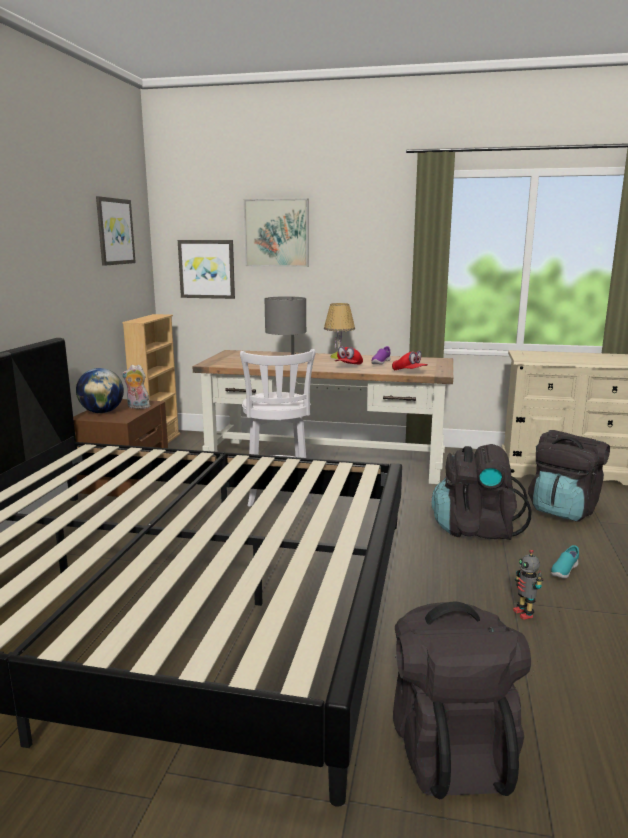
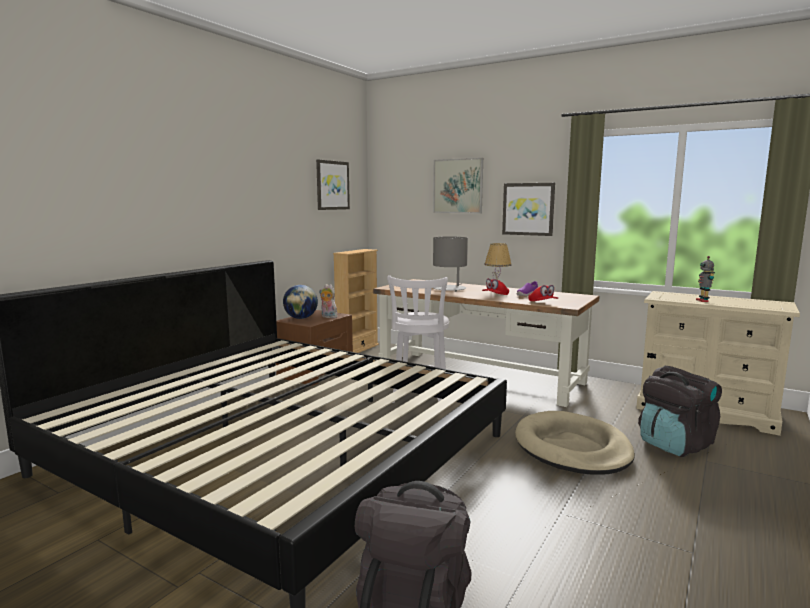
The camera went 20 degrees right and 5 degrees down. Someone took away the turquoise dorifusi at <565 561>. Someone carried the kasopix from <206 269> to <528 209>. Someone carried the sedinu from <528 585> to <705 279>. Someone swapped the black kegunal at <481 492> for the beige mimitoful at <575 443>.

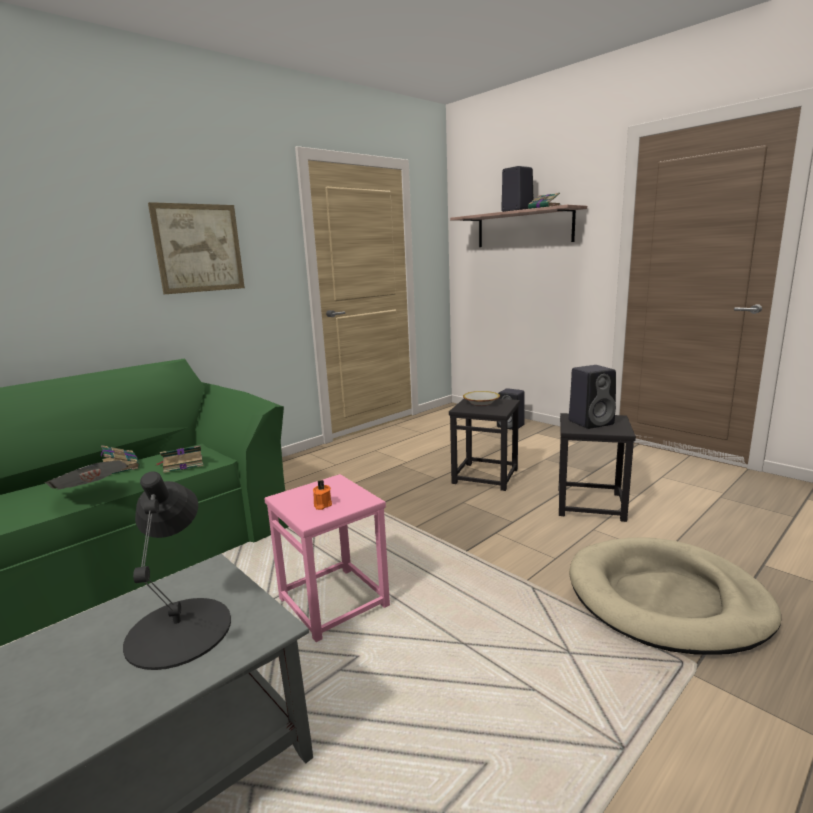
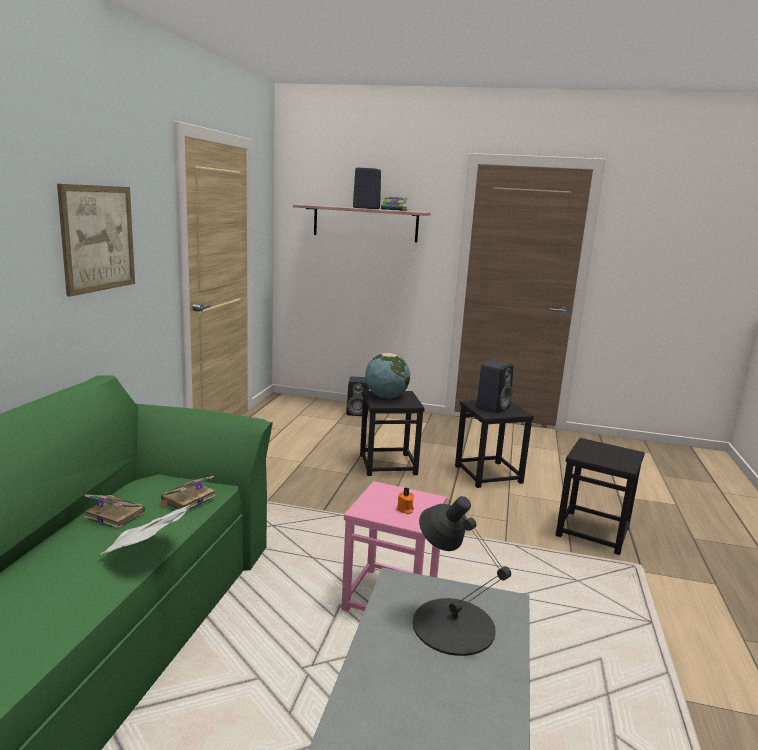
The camera went 35 degrees left and 0 degrees up. Someone swapped the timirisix at <481 398> for the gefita at <387 375>. Someone swapped the beige mimitoful at <675 596> for the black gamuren at <600 496>.

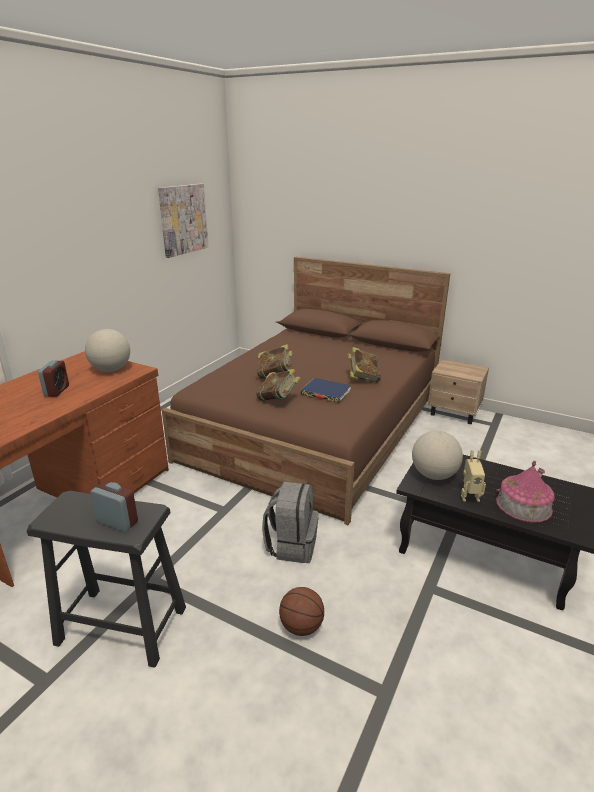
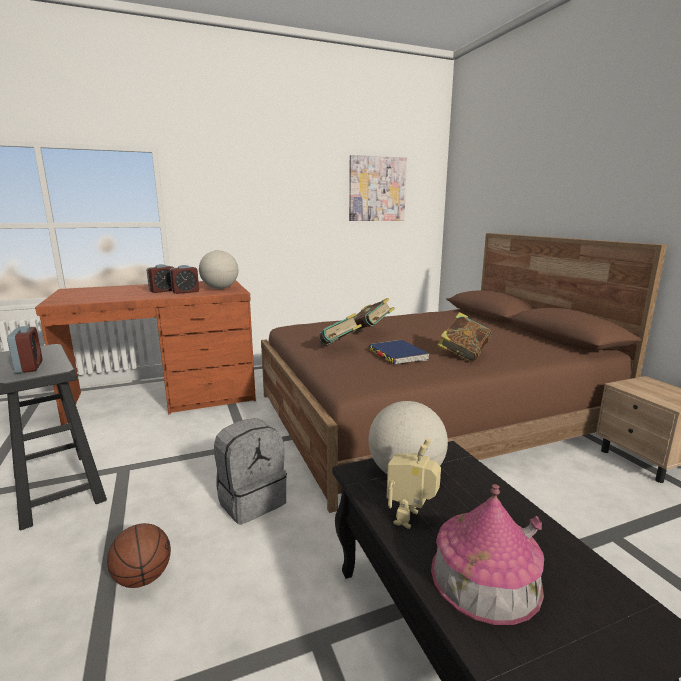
The camera went 40 degrees right and 10 degrees down. Someone put down the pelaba at <184 279>. Someone rotated the sedinu at <473 476> by 75 degrees clockwise.

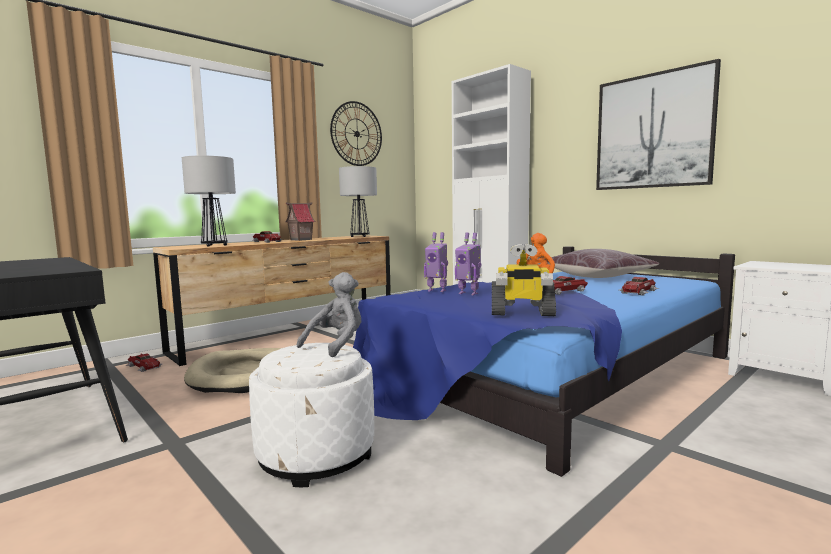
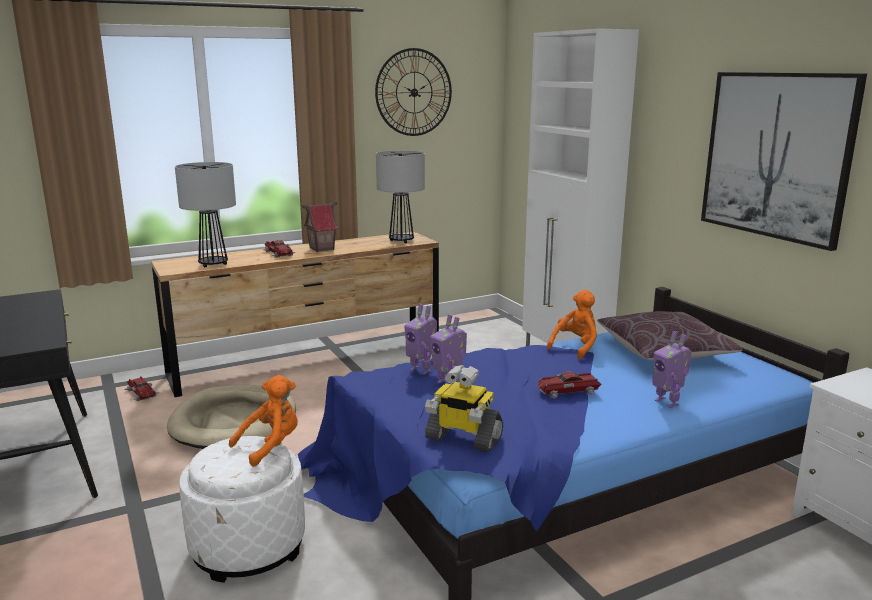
The camera went 15 degrees right and 10 degrees up. Someone swapped the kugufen at <639 286> for the sedinu at <671 369>. Someone repainted the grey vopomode at <329 314>, which became the orange vopomode at <263 421>.

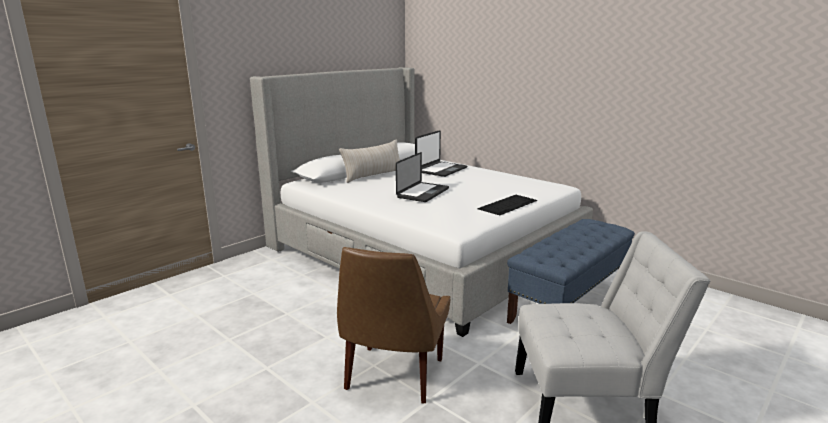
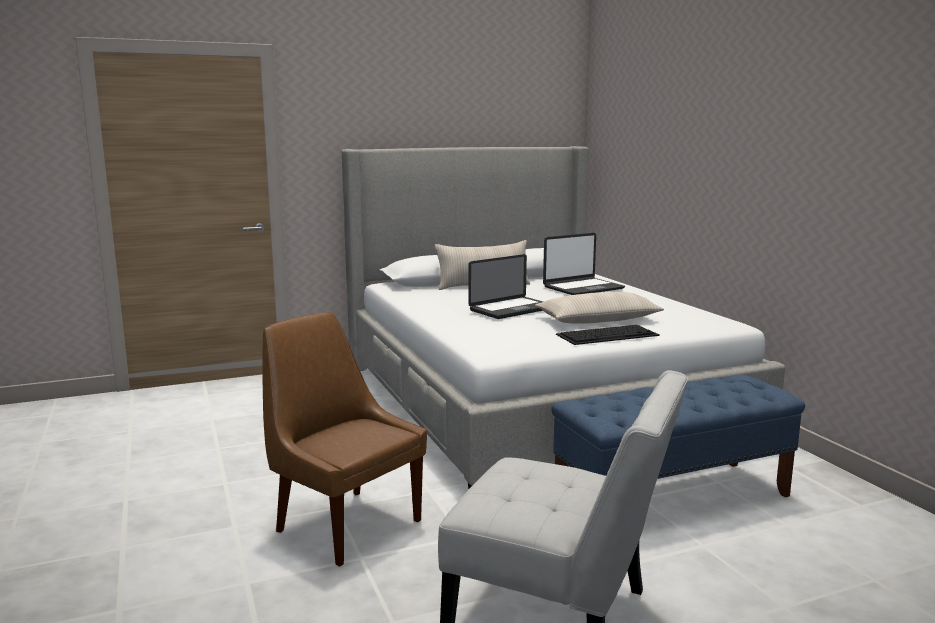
The camera went 25 degrees right and 5 degrees down. Someone put down the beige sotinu at <599 308>. Someone rotated the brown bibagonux at <394 325> by 90 degrees clockwise.

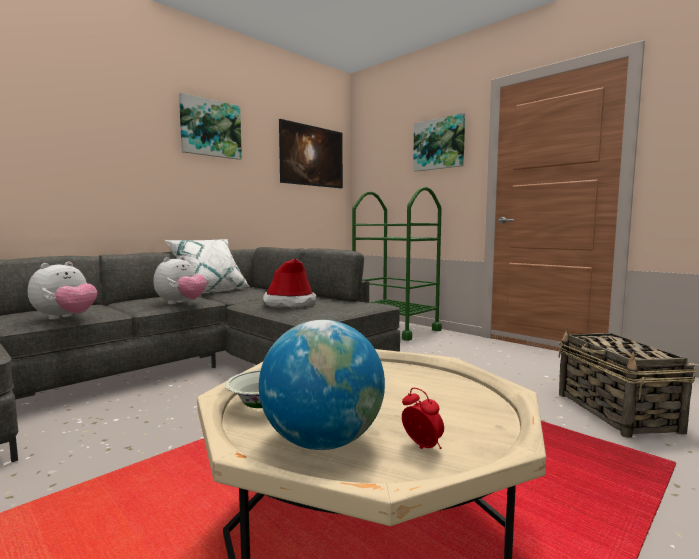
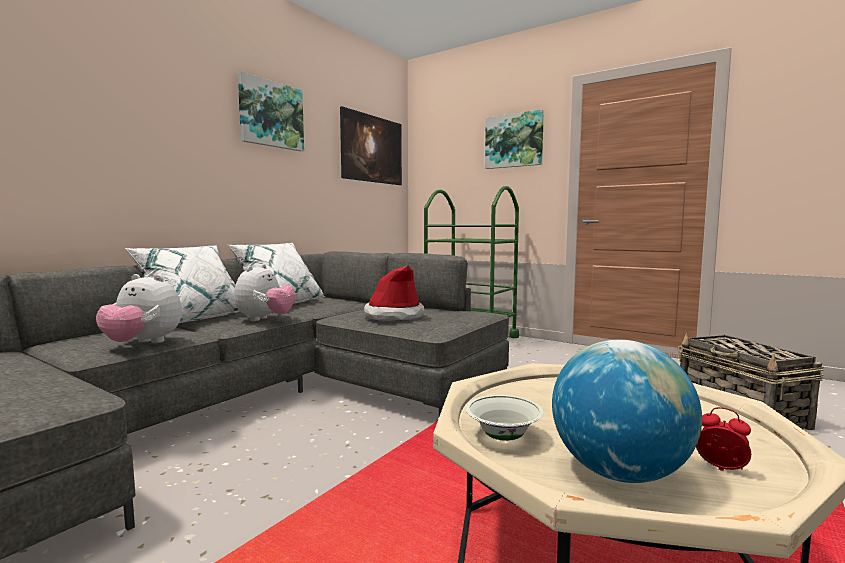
The camera went 10 degrees left and 0 degrees up. Someone put down the white sotinu at <182 284>. Someone rotated the vopomode at <63 290> by 90 degrees clockwise.

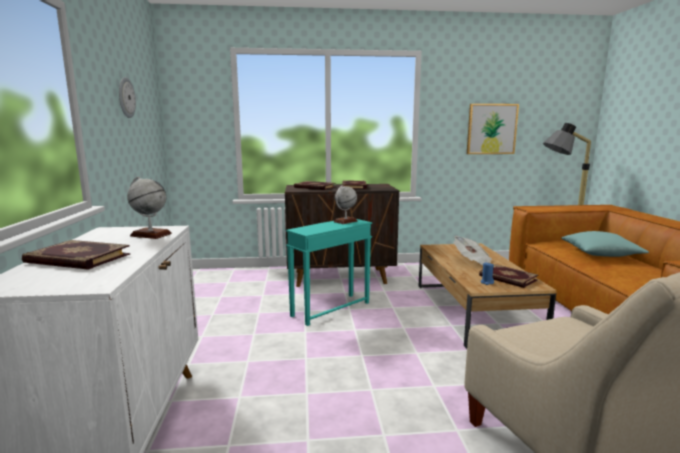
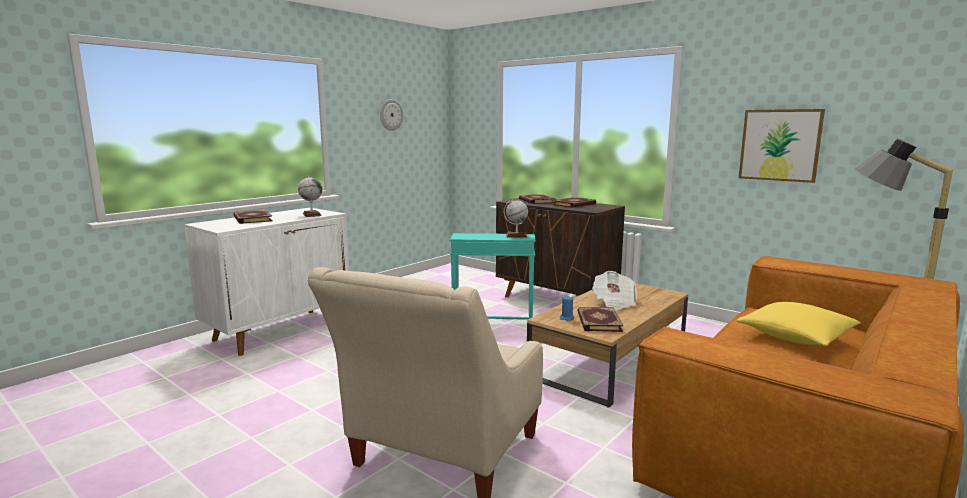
The camera went 45 degrees right and 0 degrees up. Someone repainted the turquoise sotinu at <605 244>, which became the yellow sotinu at <798 324>.

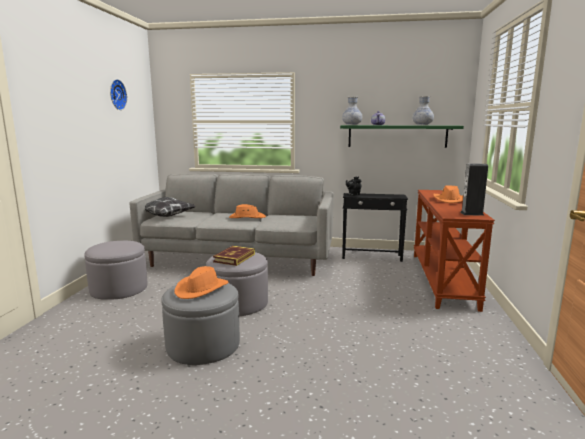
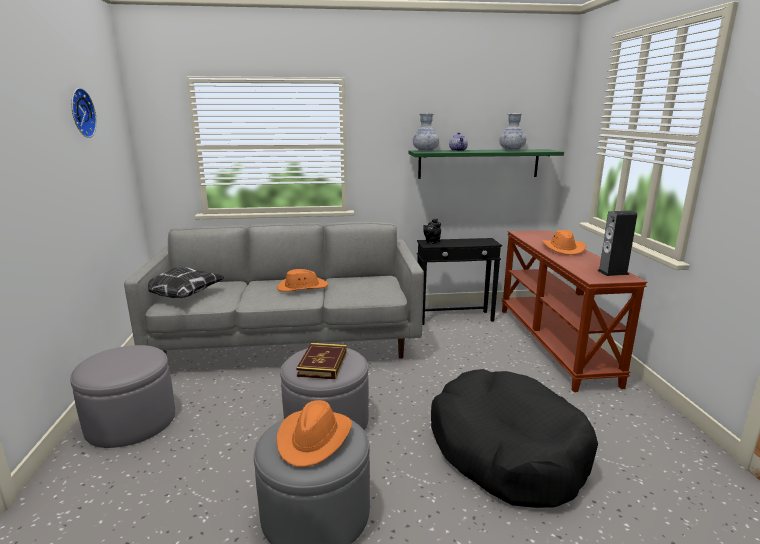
The camera went 15 degrees left and 5 degrees up. Someone put down the black mimitoful at <514 438>.

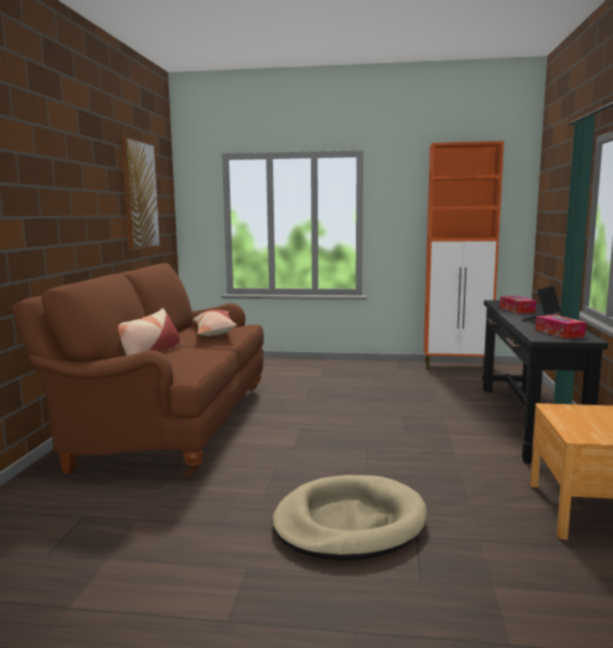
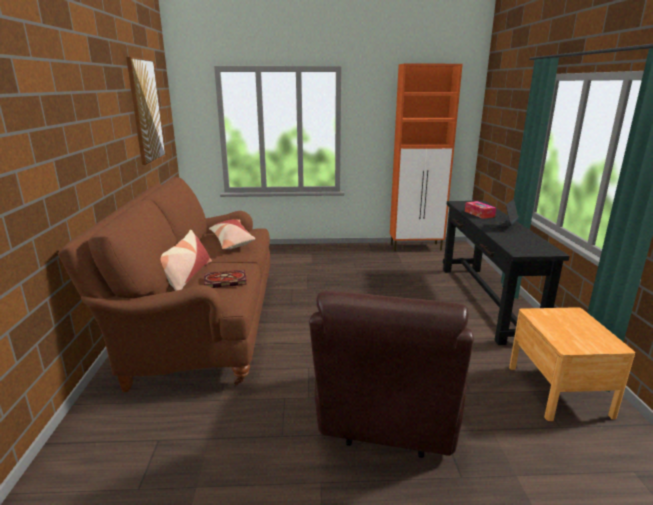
The camera went 10 degrees left and 10 degrees up. Someone took away the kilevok at <561 327>. Someone put down the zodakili at <225 279>. Someone swapped the beige mimitoful at <350 517> for the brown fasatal at <391 374>.

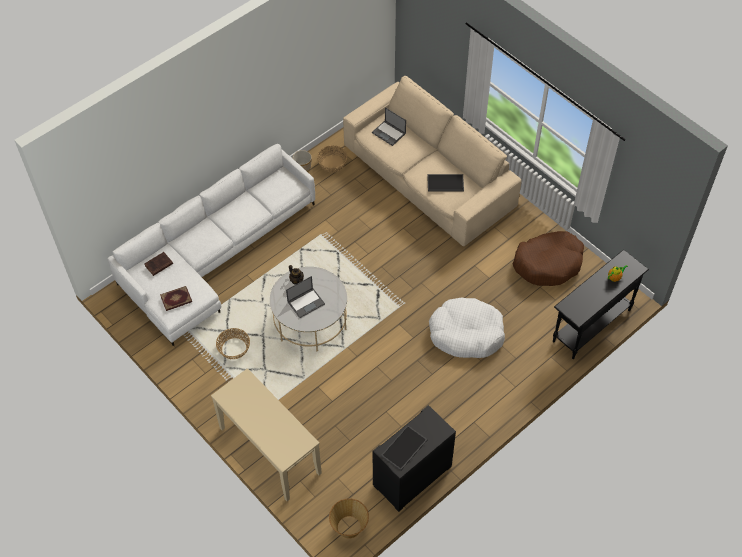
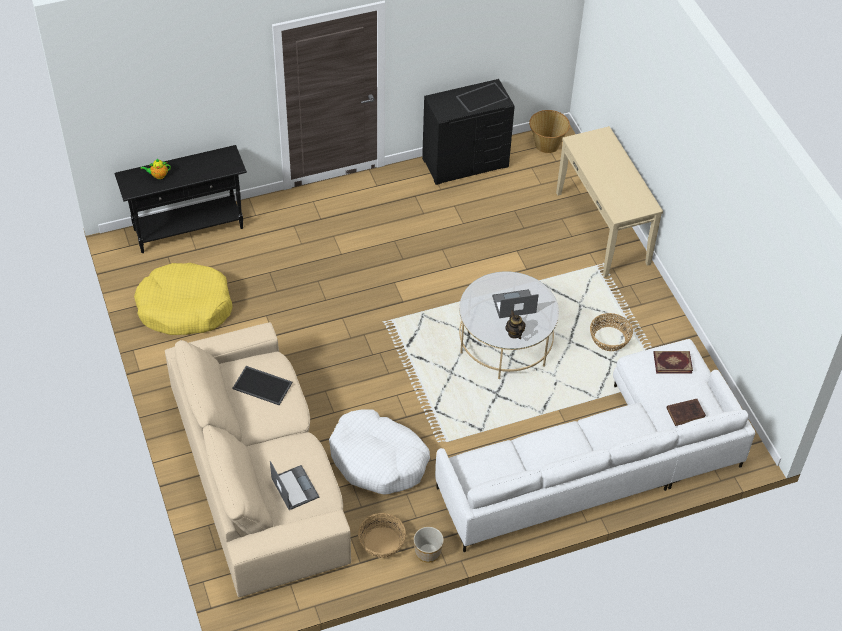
The camera went 160 degrees left and 5 degrees down. Someone carried the white mimitoful from <467 327> to <379 452>. Someone repainted the brown mimitoful at <548 258>, which became the yellow mimitoful at <183 299>.

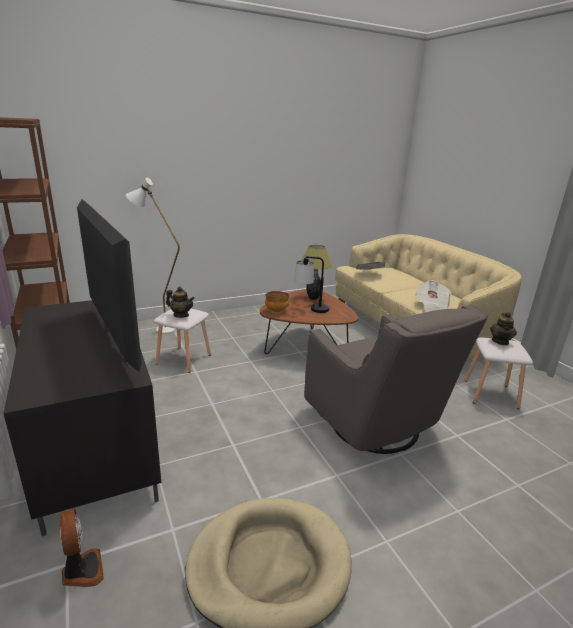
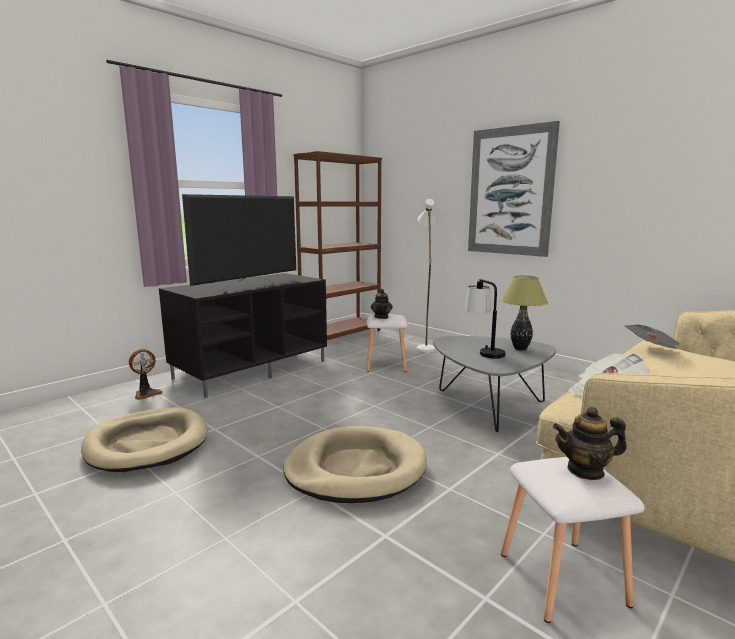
The camera went 70 degrees right and 10 degrees down. Someone took away the timirisix at <277 301>. Someone put up the kasopix at <514 189>. Someone swapped the grey fasatal at <396 379> for the beige mimitoful at <355 464>. Someone repainted the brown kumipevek at <309 321>, which became the grey kumipevek at <494 384>.

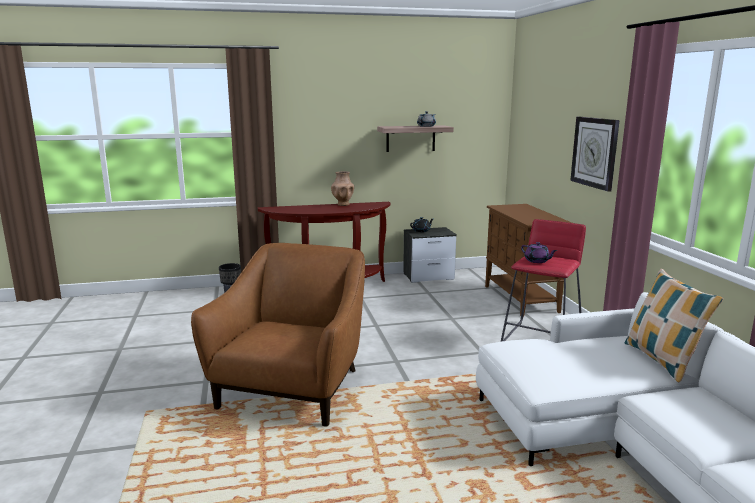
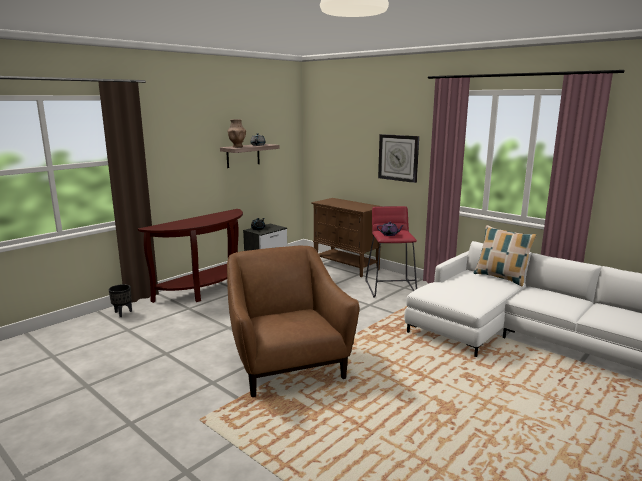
The camera went 35 degrees left and 0 degrees up. Someone carried the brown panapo from <342 188> to <237 133>.

